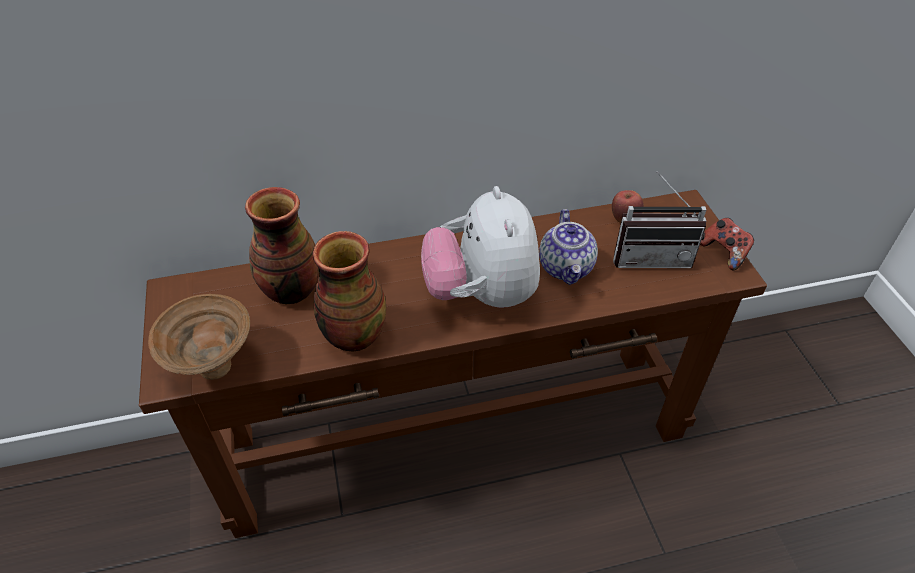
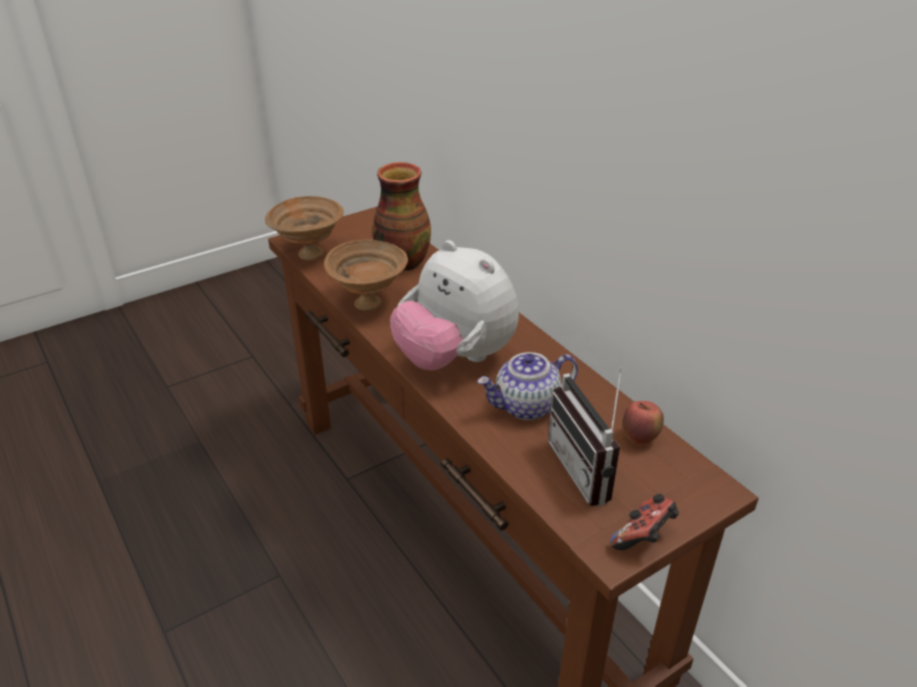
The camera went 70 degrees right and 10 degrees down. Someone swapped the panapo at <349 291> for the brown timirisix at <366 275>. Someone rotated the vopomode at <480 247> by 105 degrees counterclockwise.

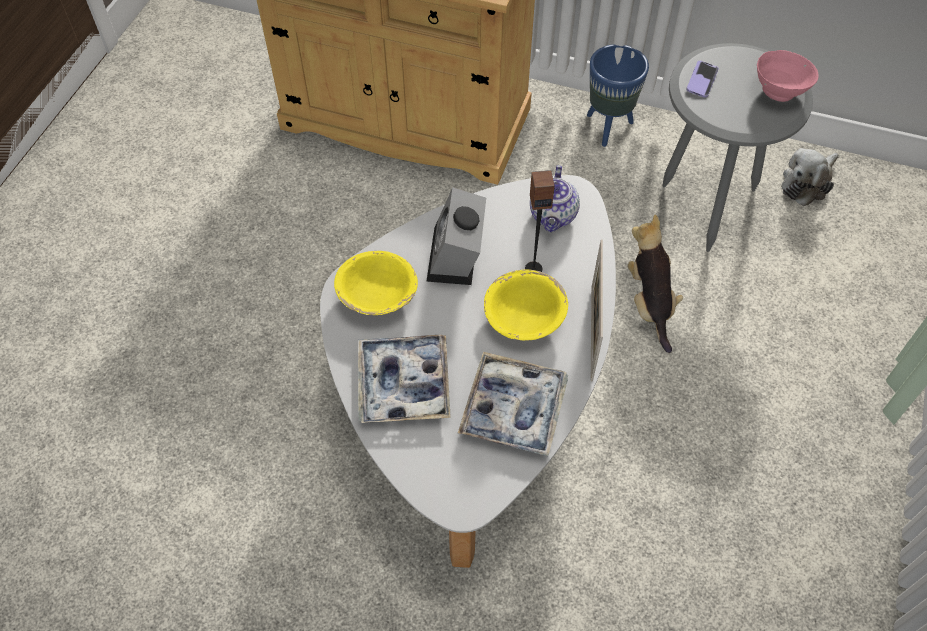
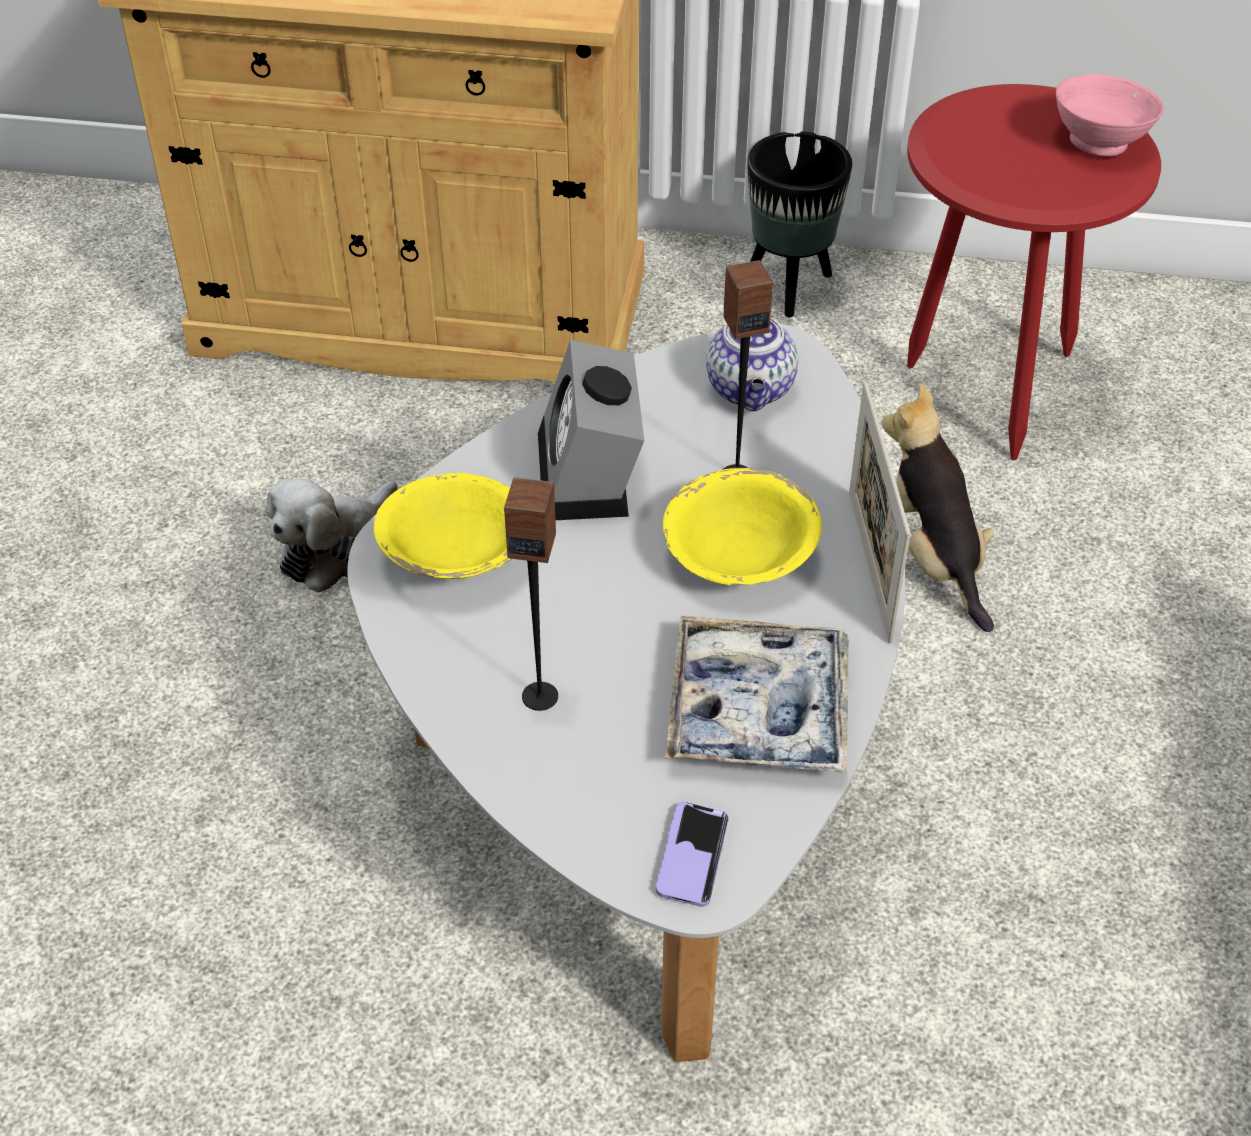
The camera went 10 degrees left and 10 degrees down. Someone carried the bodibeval from <702 79> to <692 854>. Someone carried the vopomode from <810 177> to <332 536>. Someone swapped the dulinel at <404 379> for the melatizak at <531 594>. Someone repainted the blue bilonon at <618 95>, which became the black bilonon at <799 224>. Someone repainted the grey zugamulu at <737 147>, which became the red zugamulu at <1034 272>.

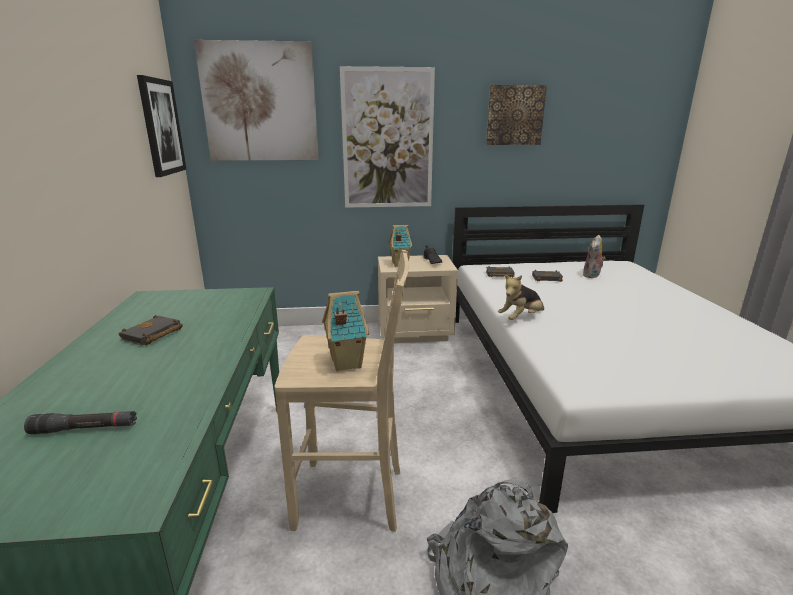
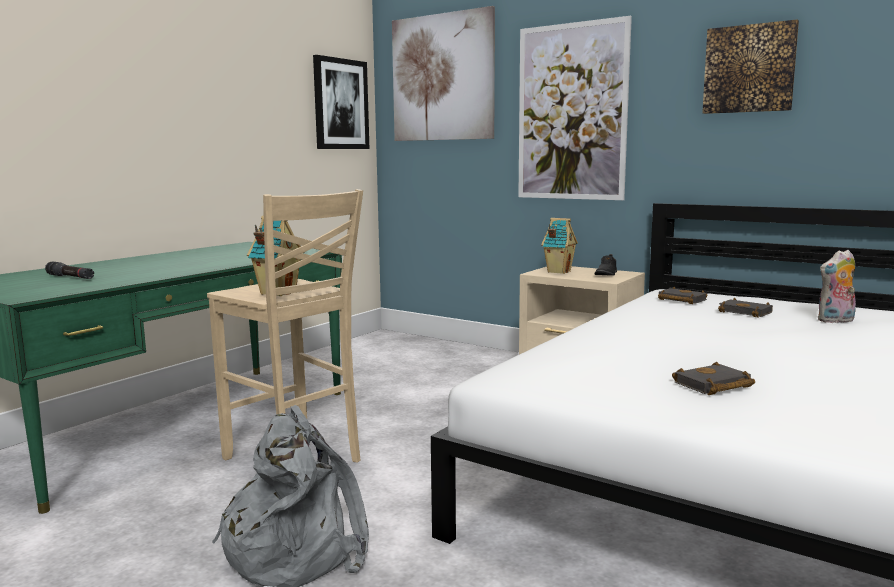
The camera went 40 degrees right and 10 degrees down. Someone took away the vopomode at <521 297>. Someone carried the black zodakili from <150 330> to <713 378>.

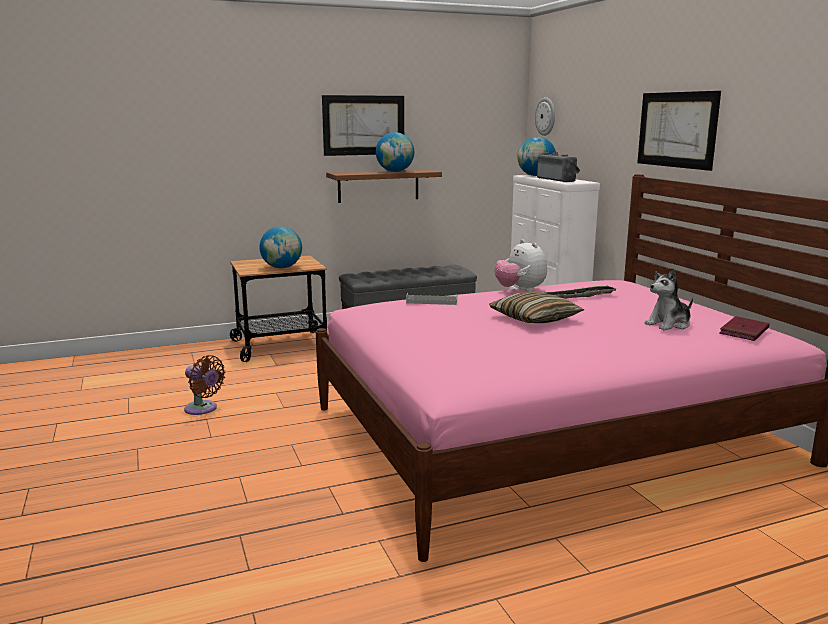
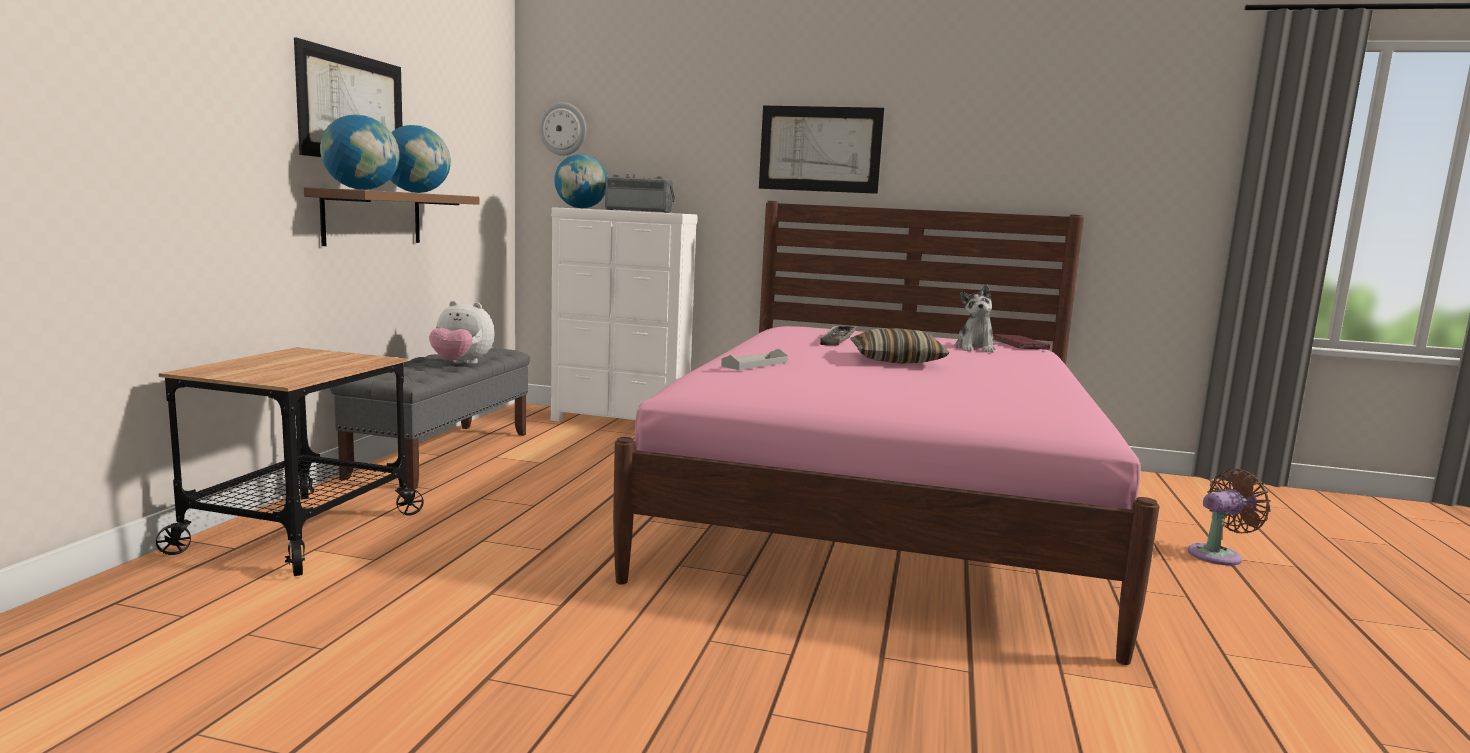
The camera went 55 degrees left and 5 degrees down. Someone carried the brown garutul from <204 385> to <1229 517>. Someone carried the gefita from <281 247> to <359 152>. Someone carried the vopomode from <520 265> to <461 332>.

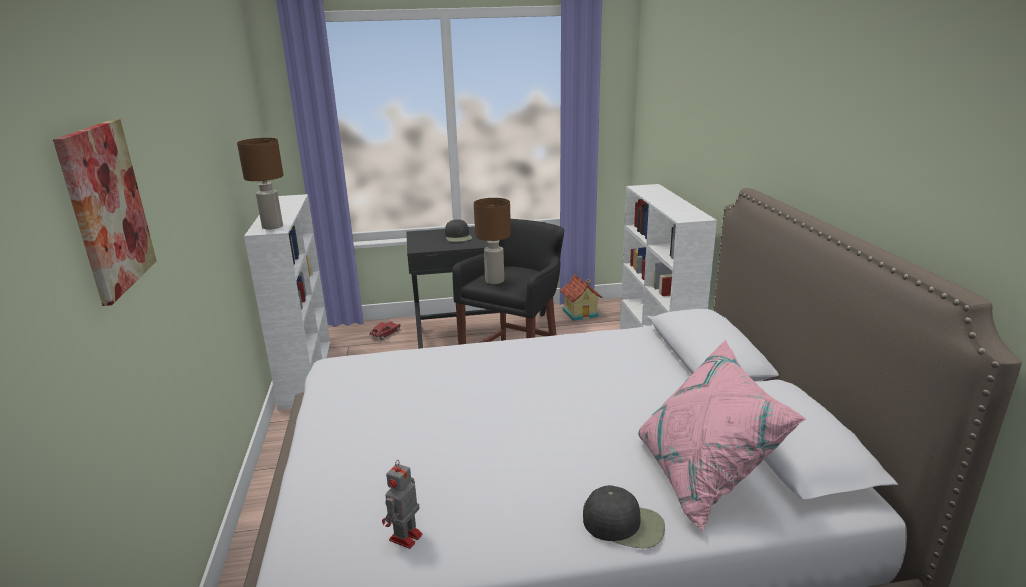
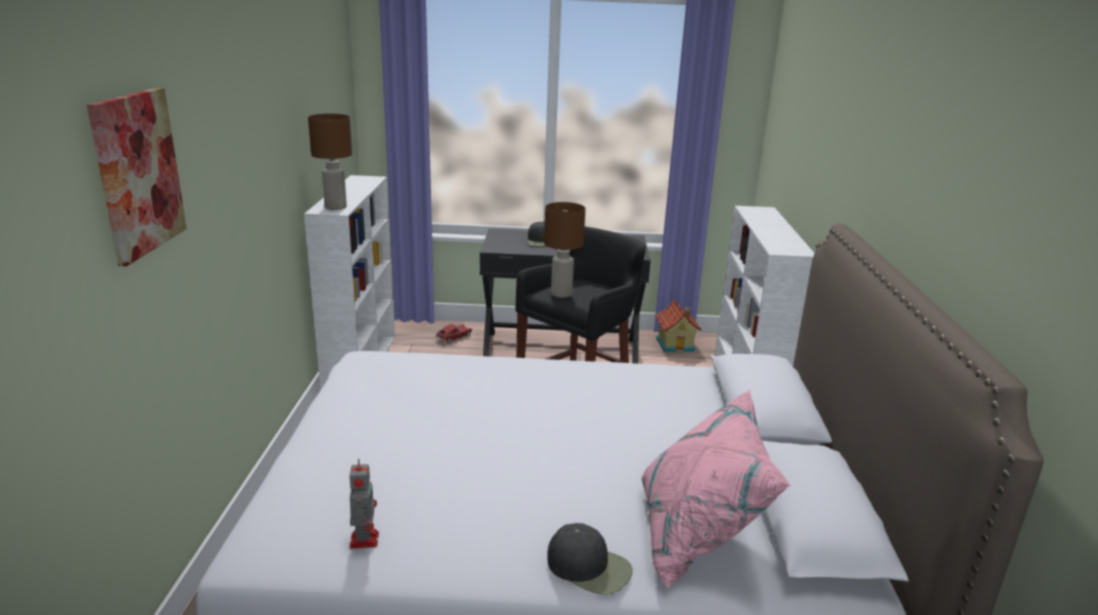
The camera went 10 degrees right and 0 degrees up. Someone rotated the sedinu at <402 504> by 135 degrees clockwise.

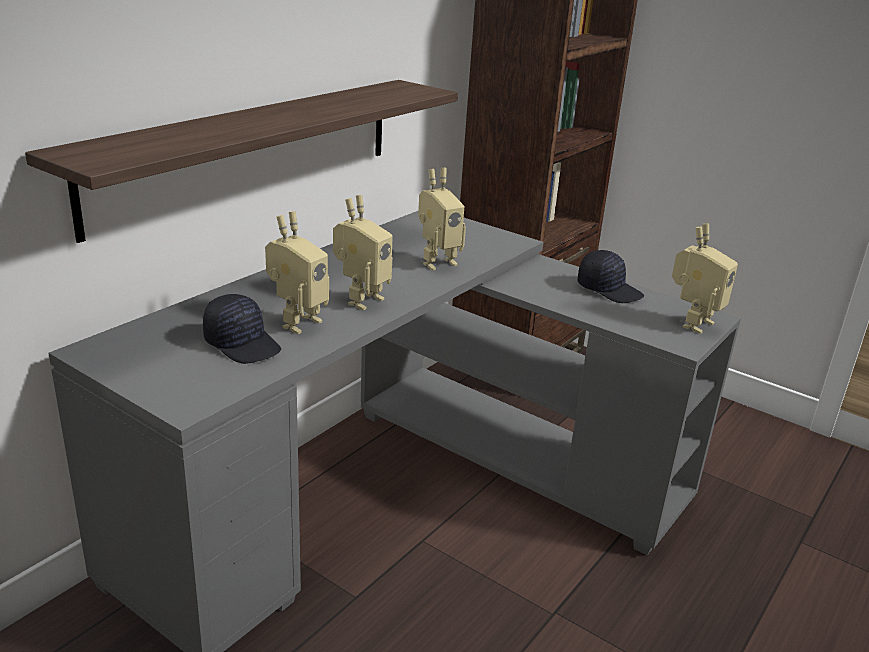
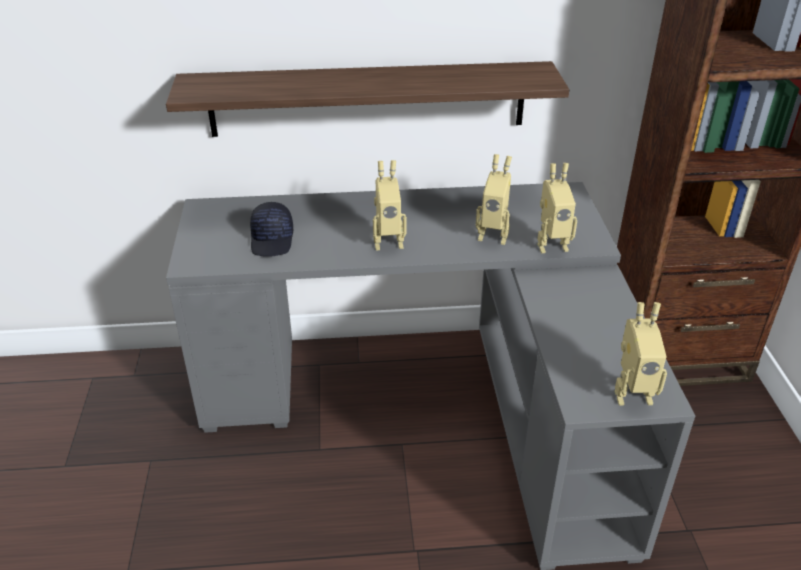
The camera went 50 degrees right and 10 degrees up. Someone took away the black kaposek at <610 276>. Someone carried the sedinu from <297 272> to <557 208>.

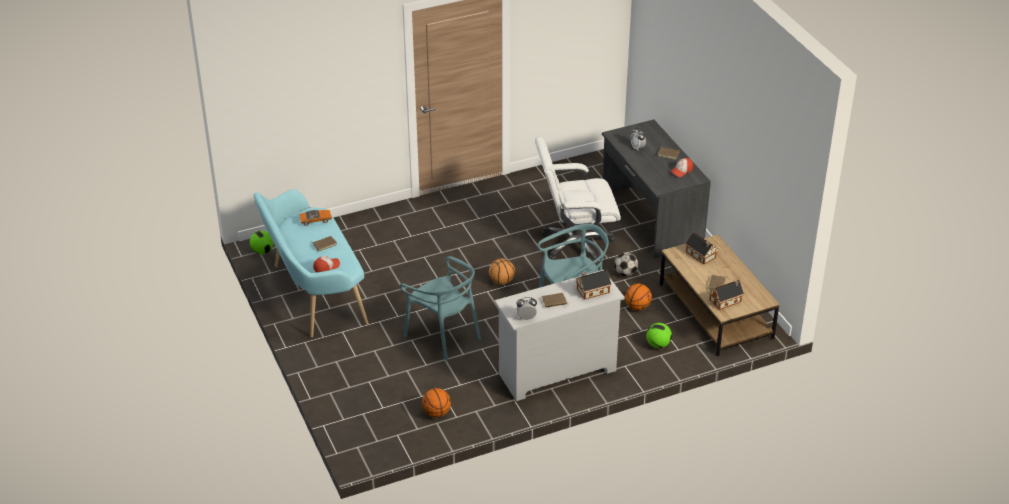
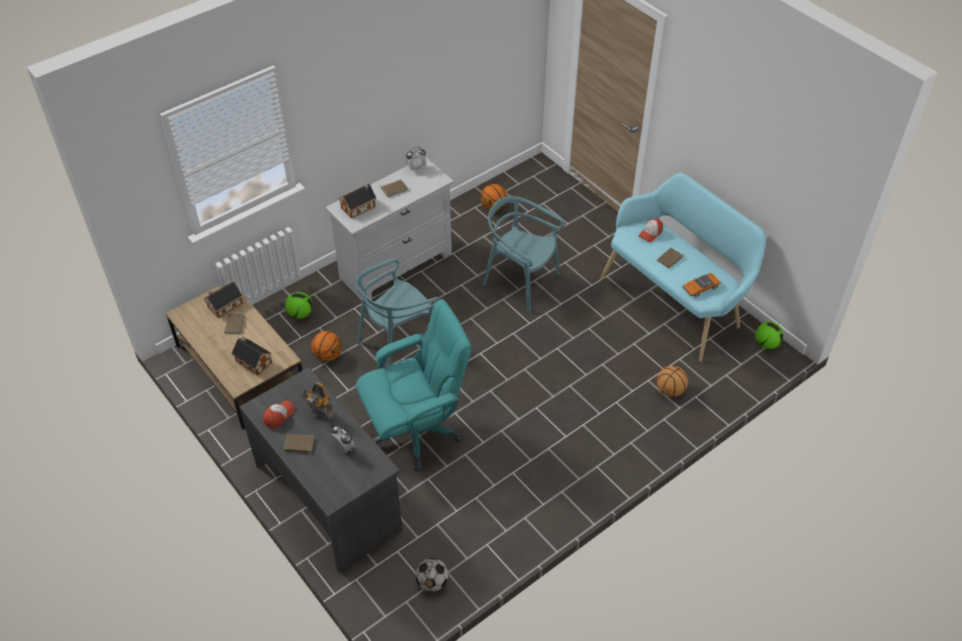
The camera went 165 degrees right and 10 degrees up. Someone put down the sedinu at <316 401>. Someone carried the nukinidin from <502 271> to <672 381>. Someone carried the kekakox from <626 264> to <432 575>. Someone repainted the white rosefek at <578 201>, which became the turquoise rosefek at <414 385>.

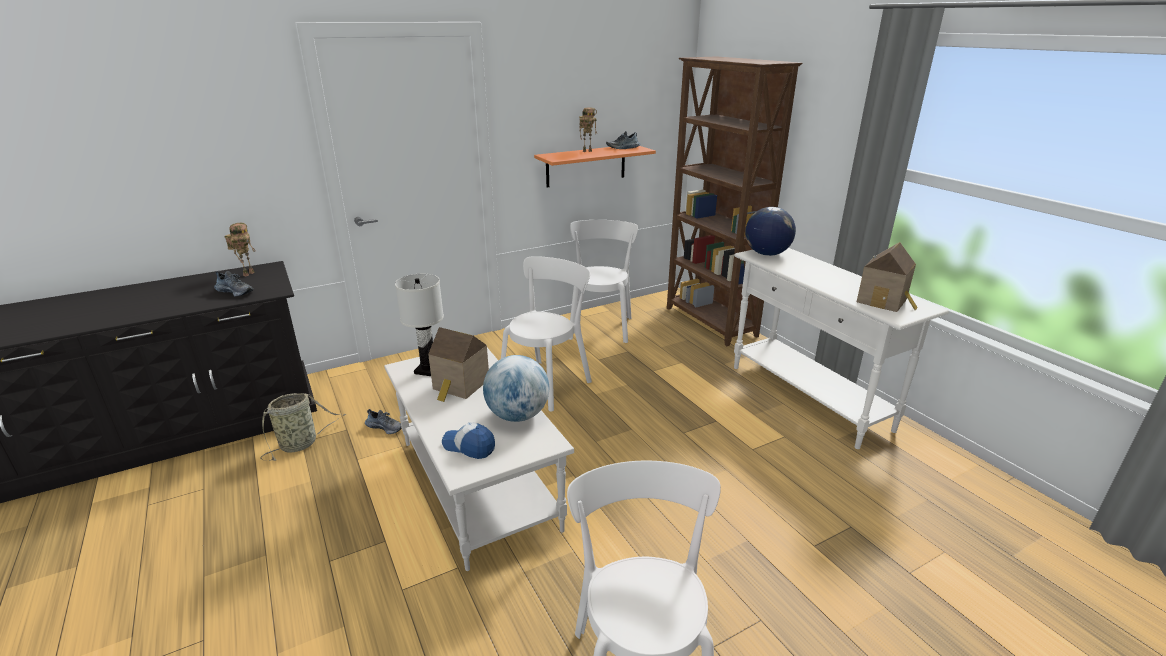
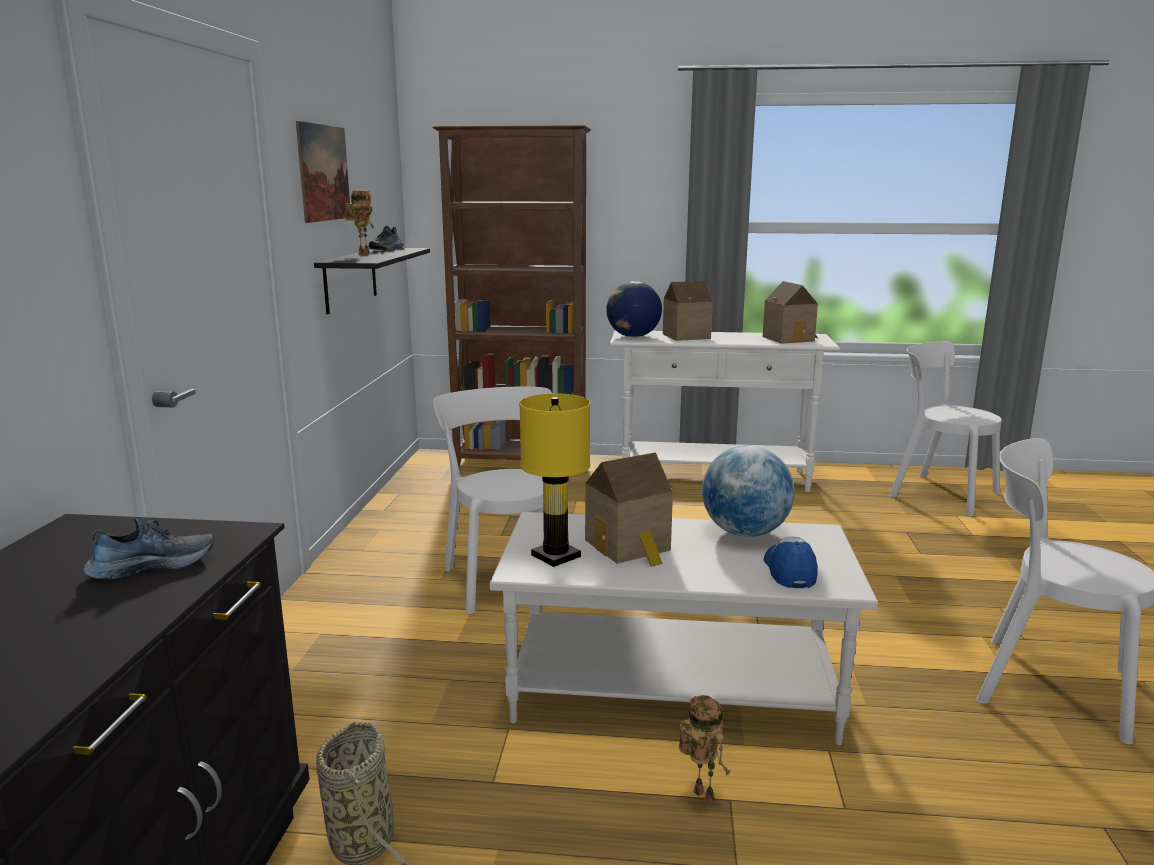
The camera went 55 degrees left and 10 degrees down. Someone took away the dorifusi at <383 421>. Someone put up the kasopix at <323 172>. Someone put down the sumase at <688 311>. Someone carried the sedinu from <240 249> to <705 750>. Someone carried the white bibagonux from <603 281> to <945 428>. Someone repainted the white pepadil at <419 325>, which became the yellow pepadil at <554 480>. Someone repainted the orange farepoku at <595 166>, which became the black farepoku at <372 281>. Someone rotated the kaposek at <468 441> by 120 degrees clockwise.

